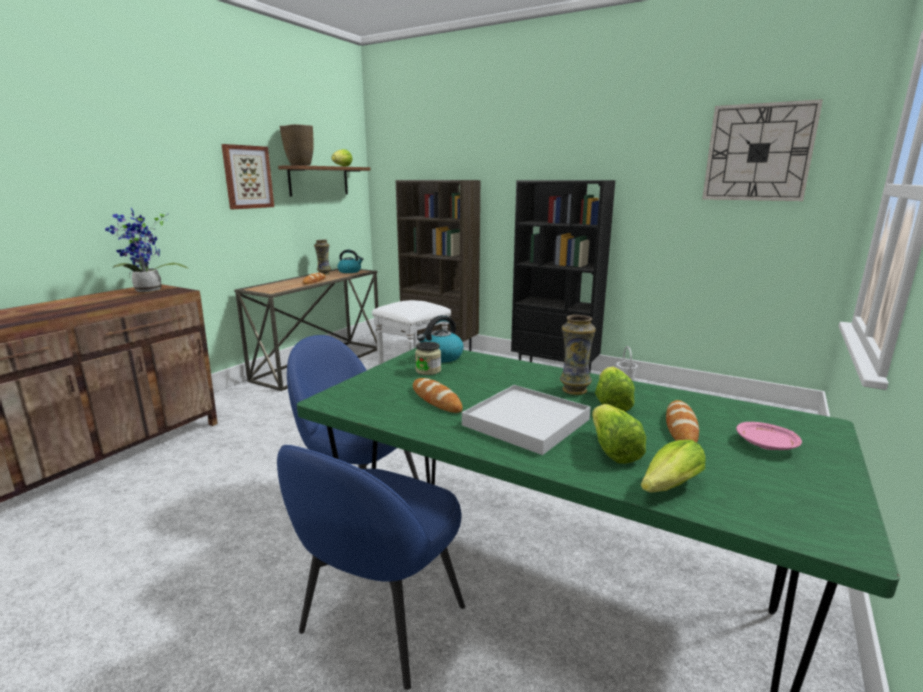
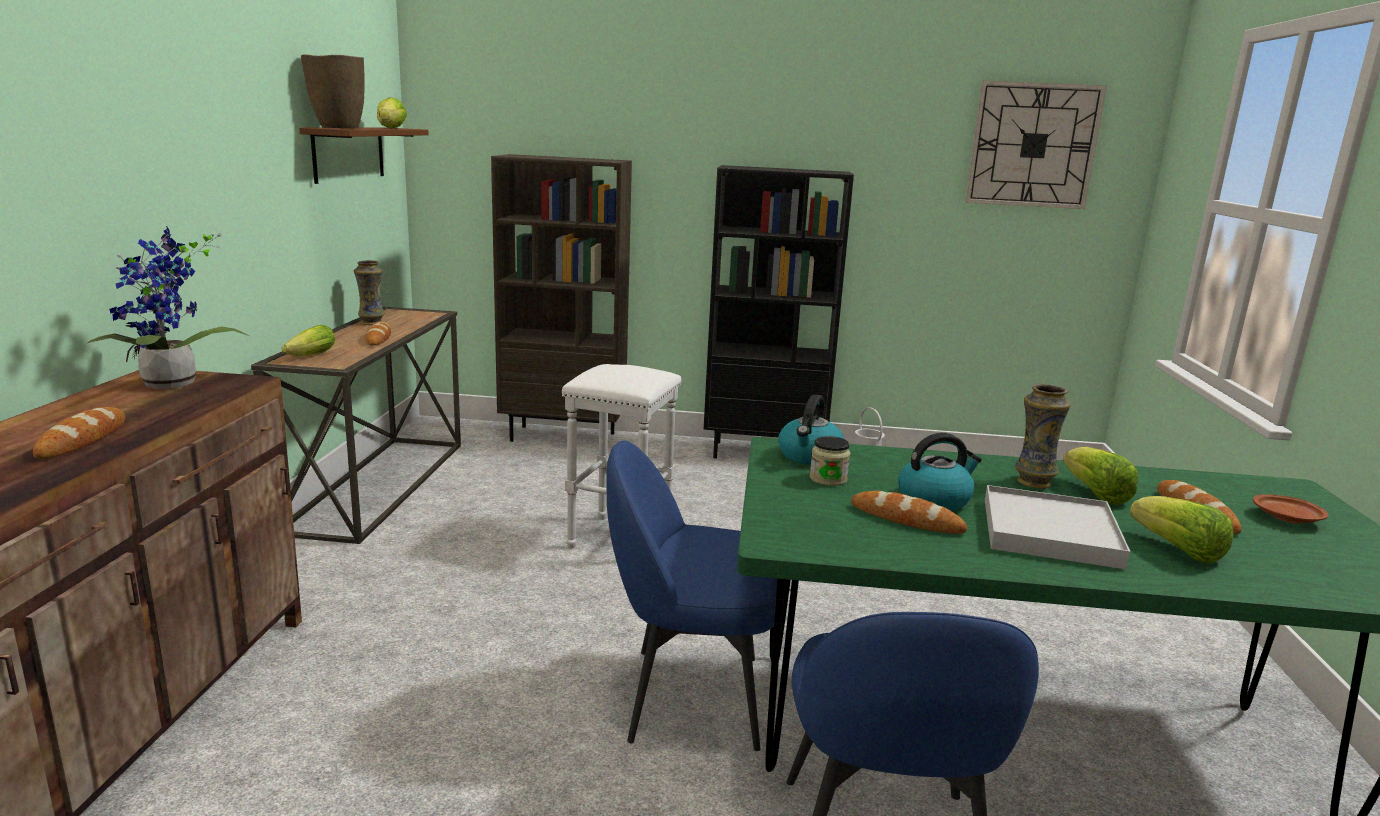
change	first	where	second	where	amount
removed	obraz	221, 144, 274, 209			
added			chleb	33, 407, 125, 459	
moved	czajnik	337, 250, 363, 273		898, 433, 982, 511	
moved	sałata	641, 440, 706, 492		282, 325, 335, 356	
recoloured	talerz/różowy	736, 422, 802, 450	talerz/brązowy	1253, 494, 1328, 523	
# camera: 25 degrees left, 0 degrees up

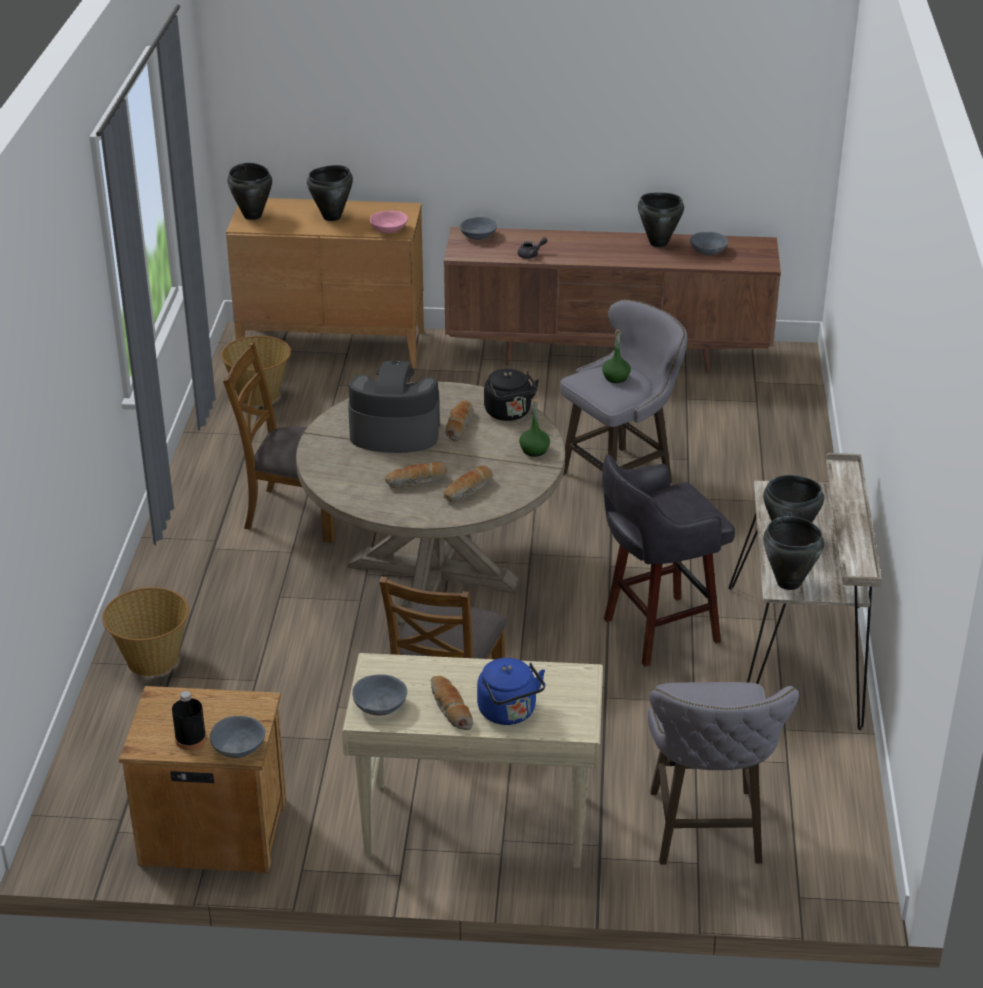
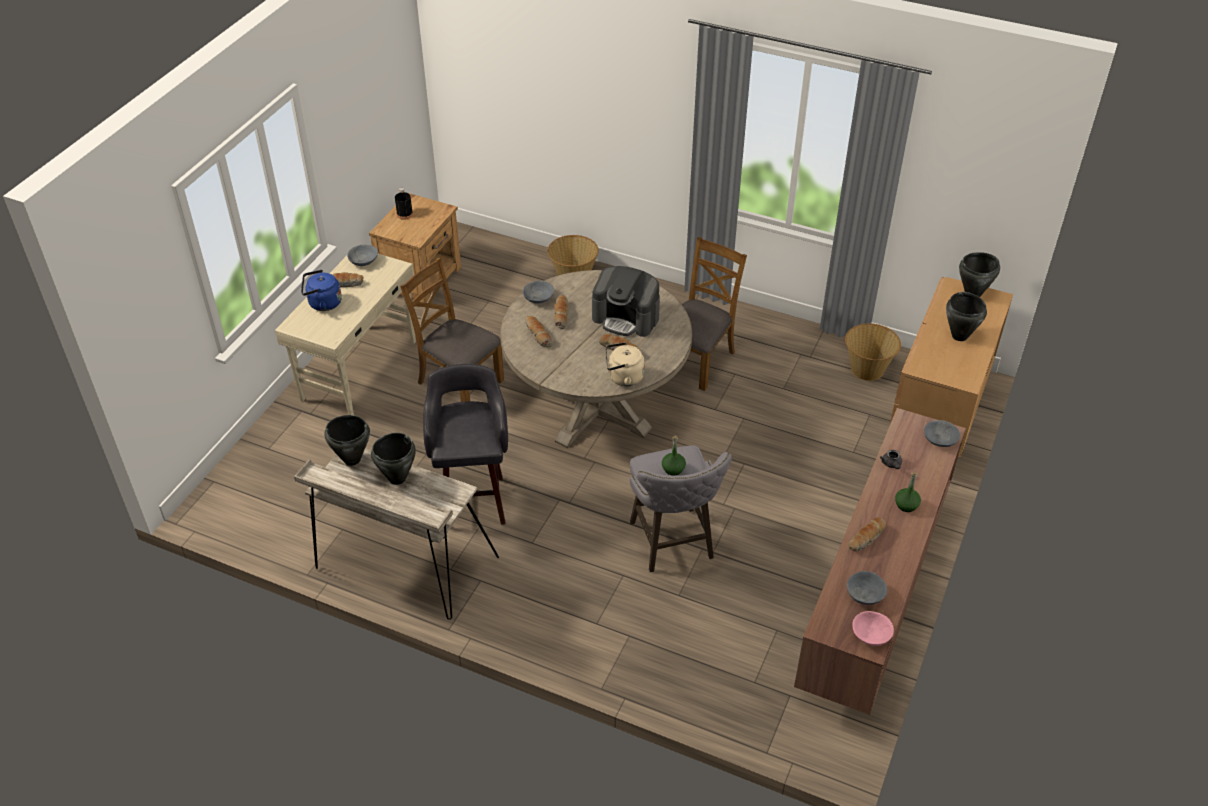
change	first	where	second	where	amount
removed	garnek/czarny	638, 192, 684, 247			
removed	stołek/szary	648, 682, 799, 864			
added			chleb	848, 517, 886, 551	
moved	miska/szary	210, 716, 265, 758		523, 281, 554, 304	
moved	miska/różowy	370, 211, 408, 233		852, 611, 894, 646	
moved	butelka/zielony	519, 399, 550, 457		895, 471, 921, 512	
recoloured	czajnik/czarny	484, 369, 539, 421	czajnik/beżowy	605, 342, 645, 387	
turned	ekspres do kawy	348, 361, 440, 453		592, 266, 660, 337	90 degrees clockwise
# camera: 110 degrees right, 10 degrees up

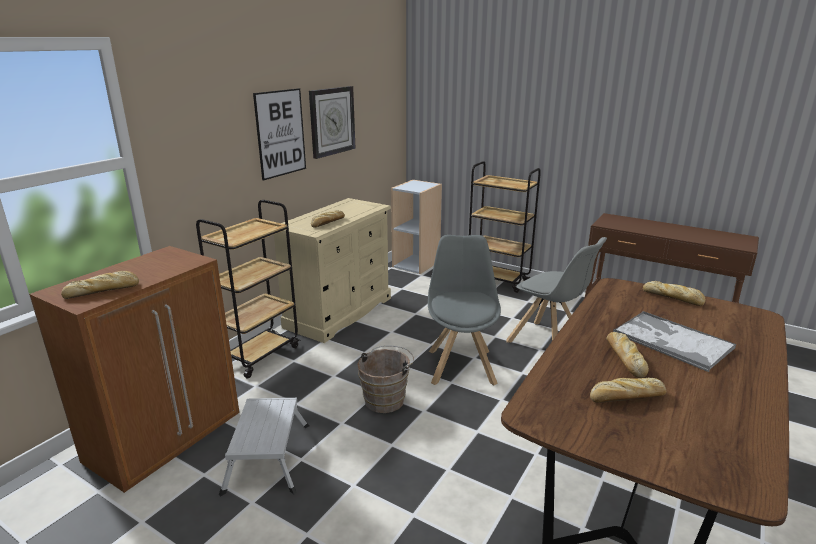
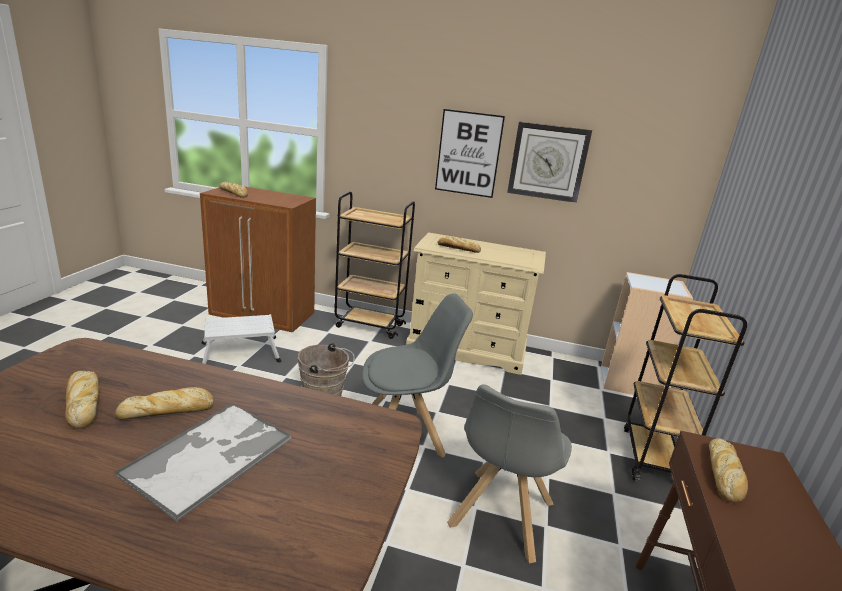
change	first	where	second	where	amount
moved	chleb	643, 281, 706, 306		709, 438, 748, 503	
# camera: 70 degrees right, 0 degrees up

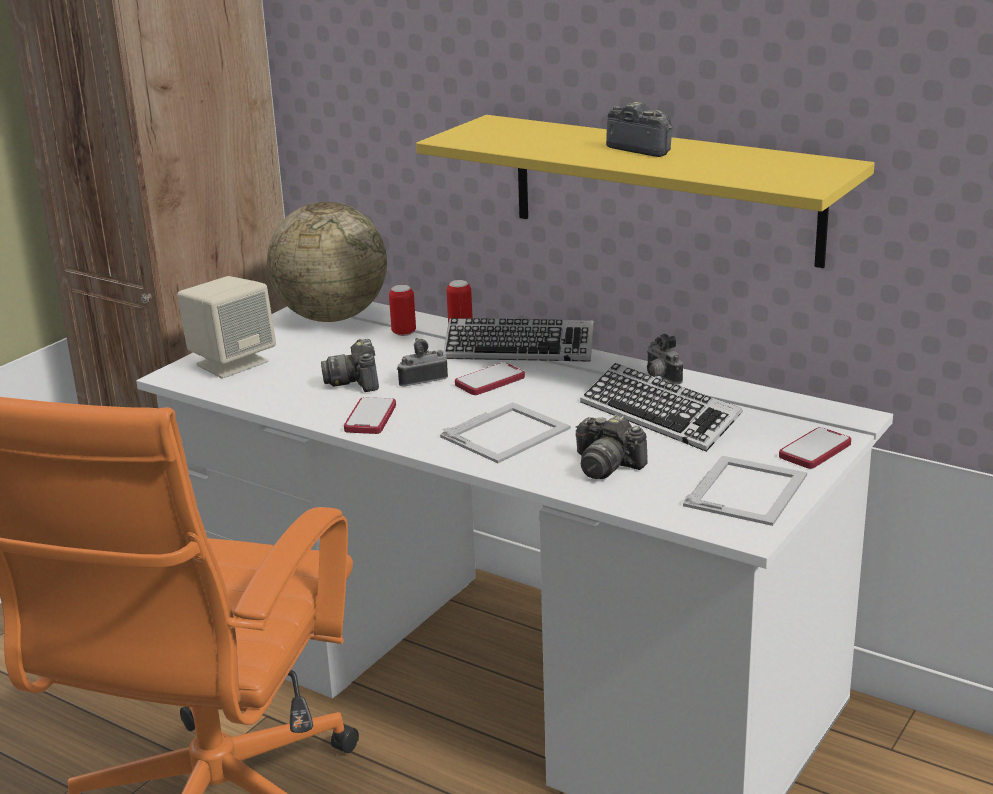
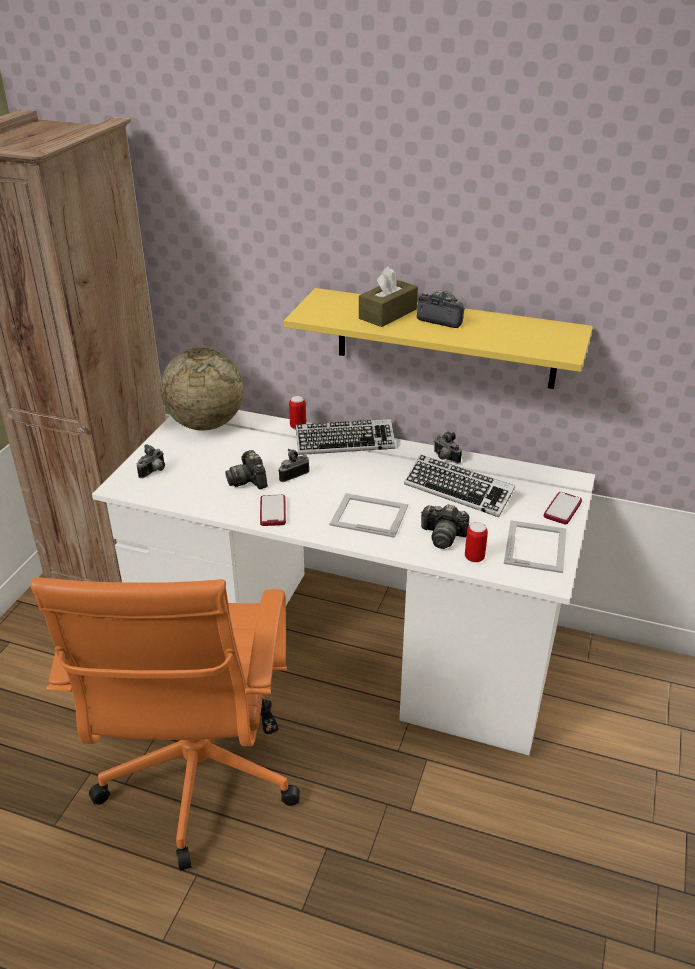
change	first	where	second	where	amount
removed	telefon	455, 362, 525, 395			
added			pudełko chusteczek/brązowy	359, 266, 418, 327	
moved	puszka	389, 285, 416, 336		465, 522, 488, 562	
replaced	głośnik/beżowy	177, 276, 276, 378	aparat fotograficzny	137, 444, 165, 478	
turned	ramka na zdjęcie	440, 402, 571, 463		330, 493, 408, 538	105 degrees counterclockwise
# camera: 15 degrees left, 10 degrees up

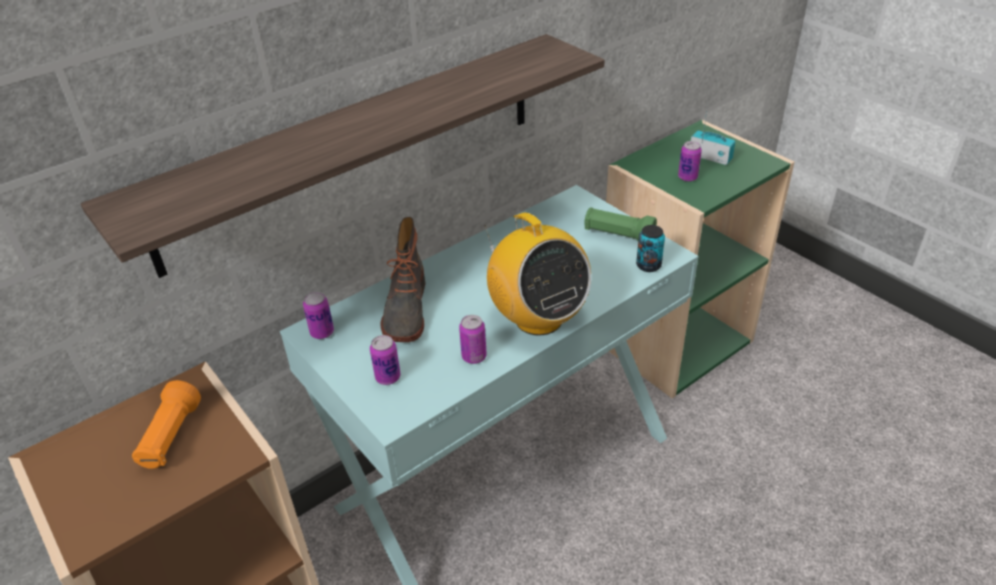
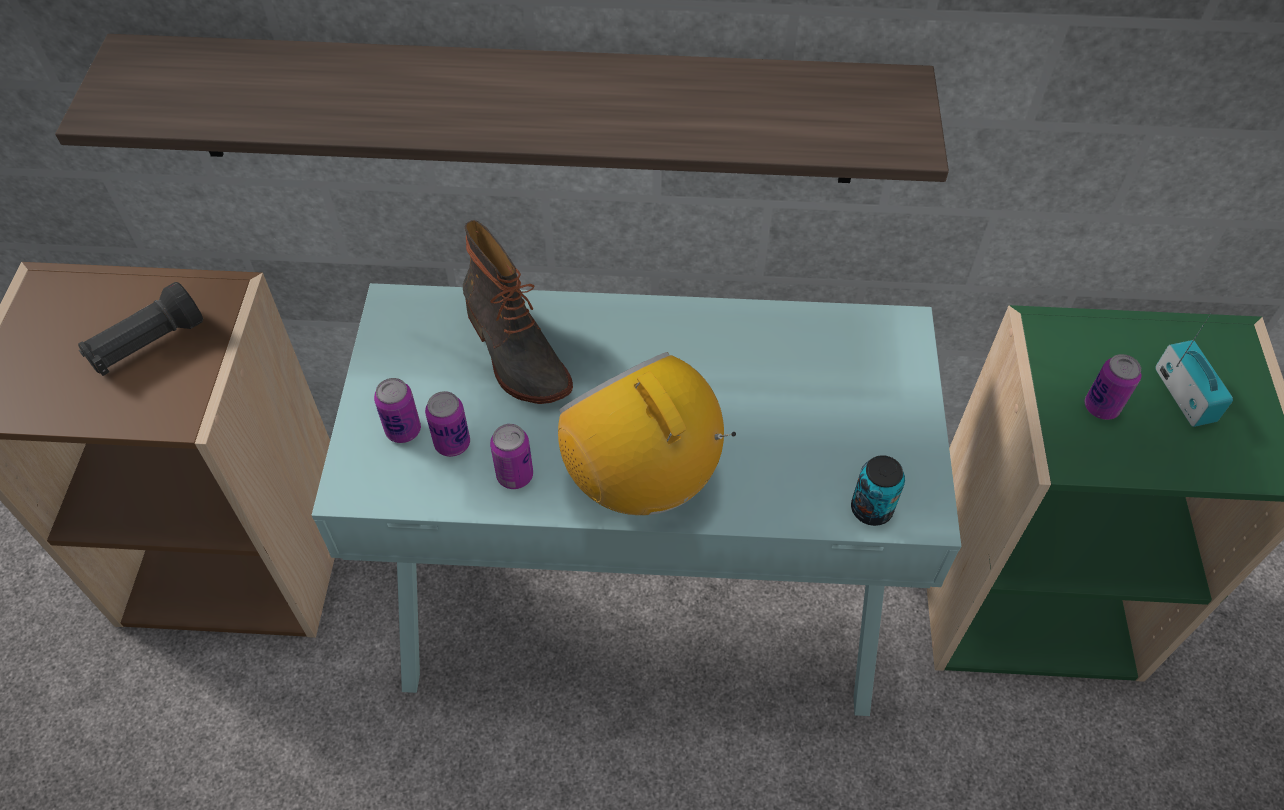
change	first	where	second	where	amount
removed	latarka/zielony	584, 207, 657, 241			
moved	puszka	303, 292, 334, 339		425, 391, 470, 457	
recoloured	latarka/pomarańczowy	132, 380, 201, 469	latarka/czarny	78, 282, 203, 376	
turned	but z cholewką	380, 217, 425, 342		463, 220, 573, 404	75 degrees counterclockwise
turned	radio	485, 213, 591, 336		558, 352, 736, 515	135 degrees clockwise
# camera: 40 degrees right, 15 degrees up

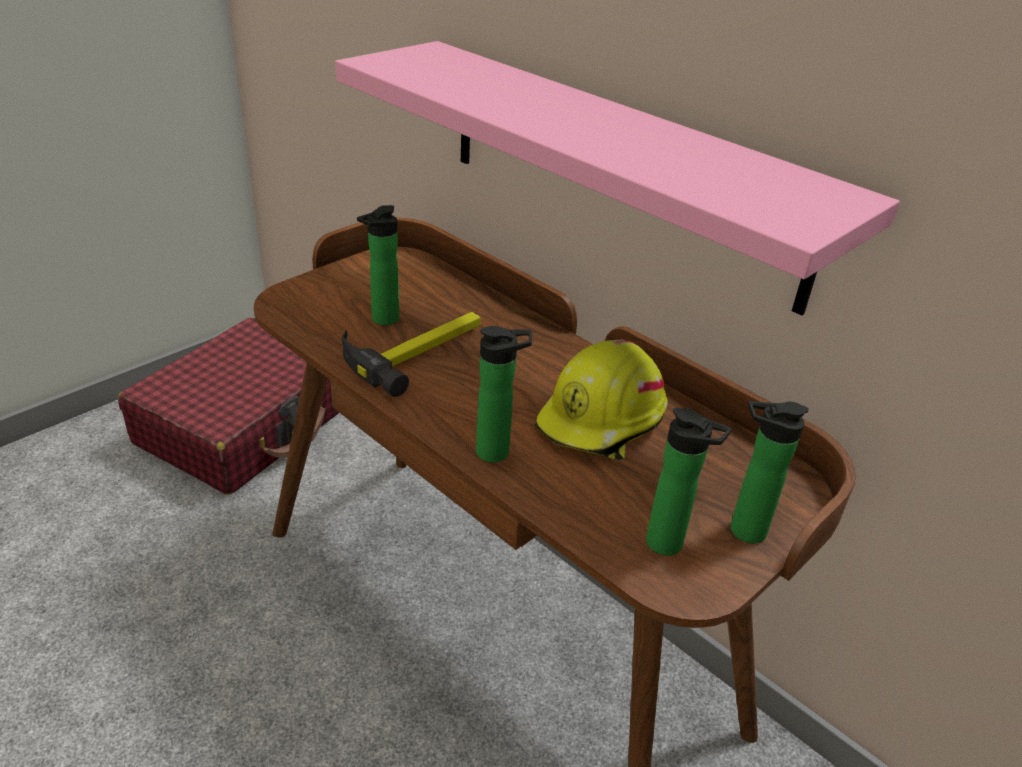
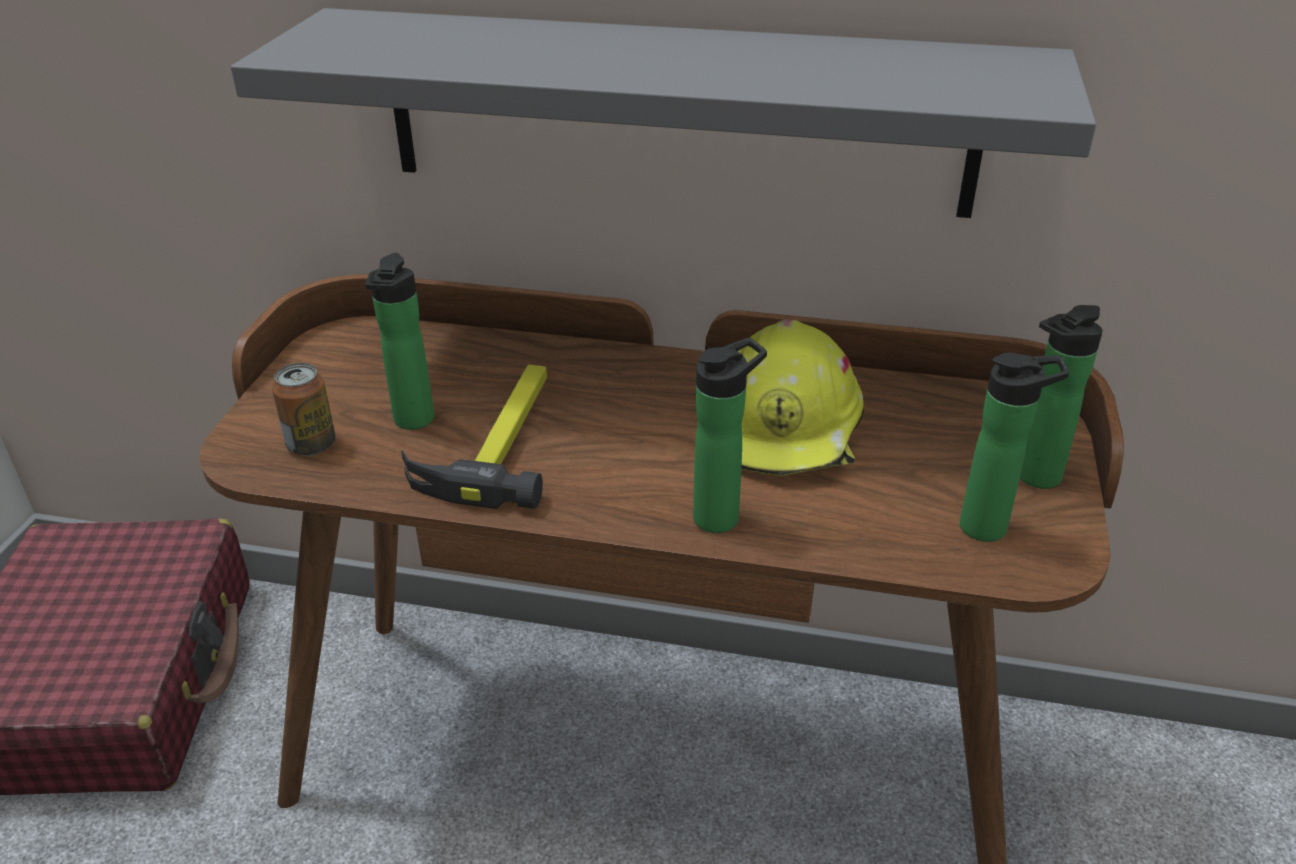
change	first	where	second	where	amount
added			puszka	272, 363, 336, 456	
recoloured	półka/różowy	335, 41, 900, 315	półka/szary	231, 8, 1096, 218	
# camera: 30 degrees left, 0 degrees up

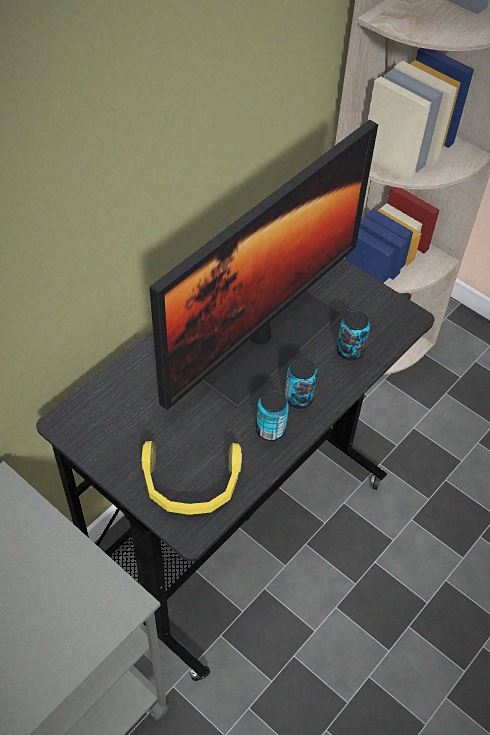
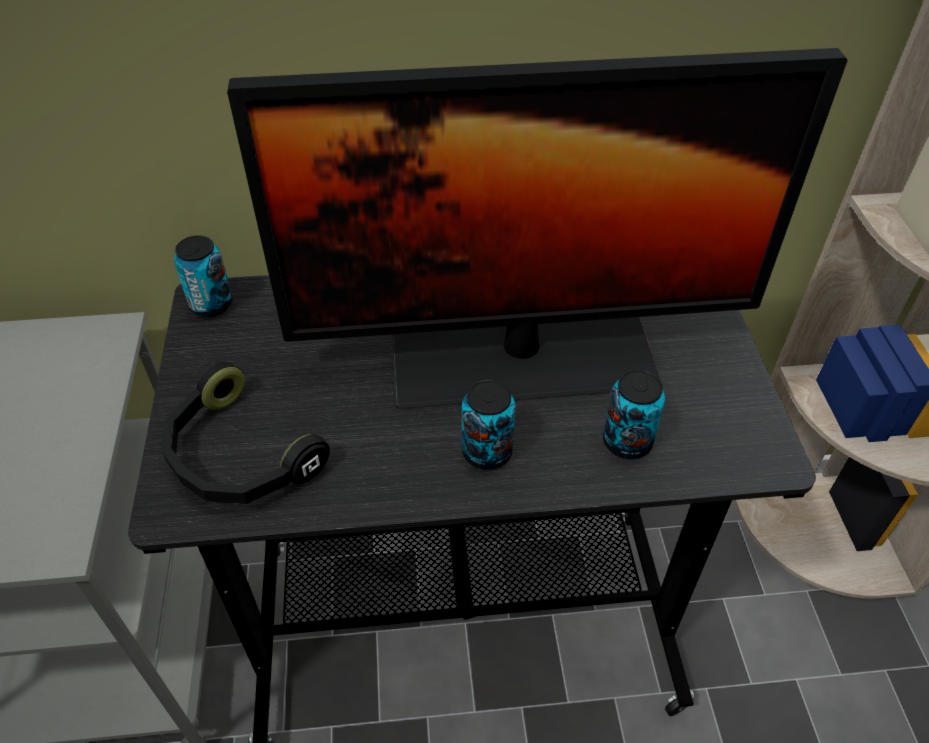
change	first	where	second	where	amount
moved	puszka	256, 390, 289, 441		174, 235, 233, 317	
recoloured	słuchawki/żółty	141, 441, 242, 515	słuchawki/czarny	161, 362, 330, 504	
# camera: 45 degrees right, 5 degrees down

